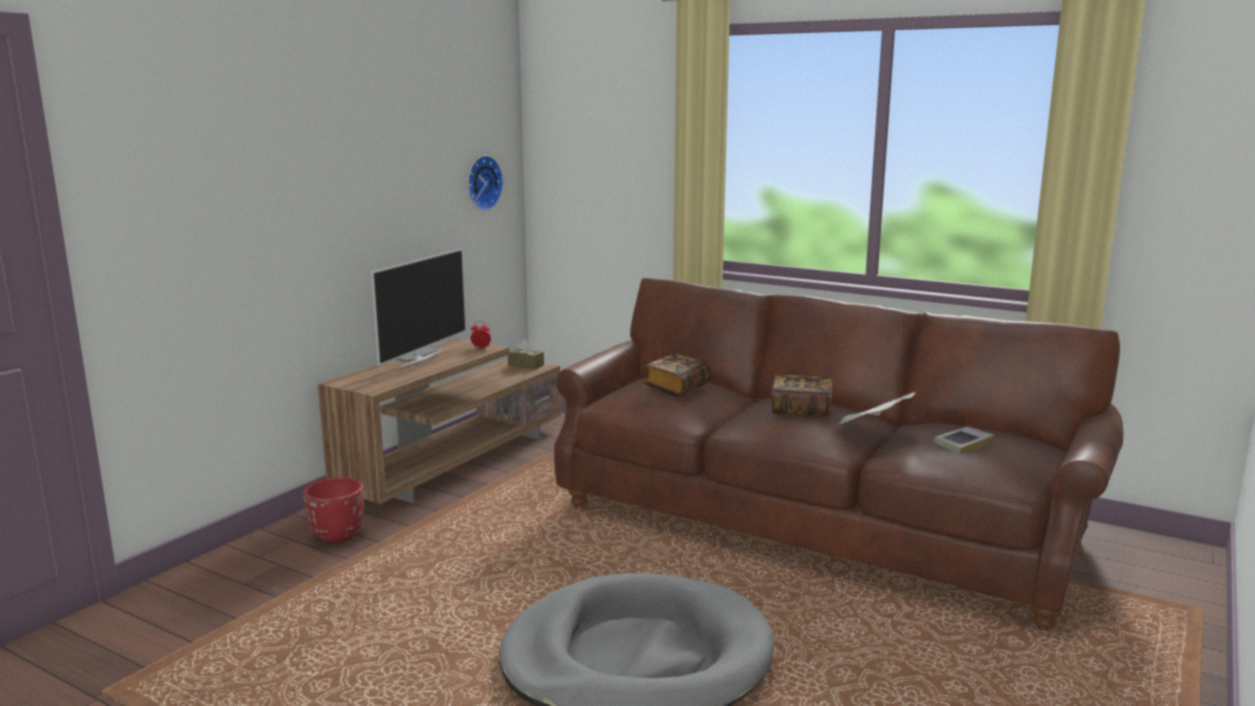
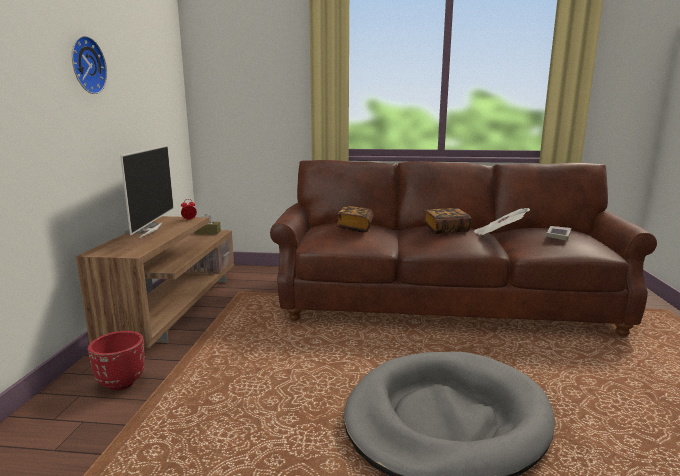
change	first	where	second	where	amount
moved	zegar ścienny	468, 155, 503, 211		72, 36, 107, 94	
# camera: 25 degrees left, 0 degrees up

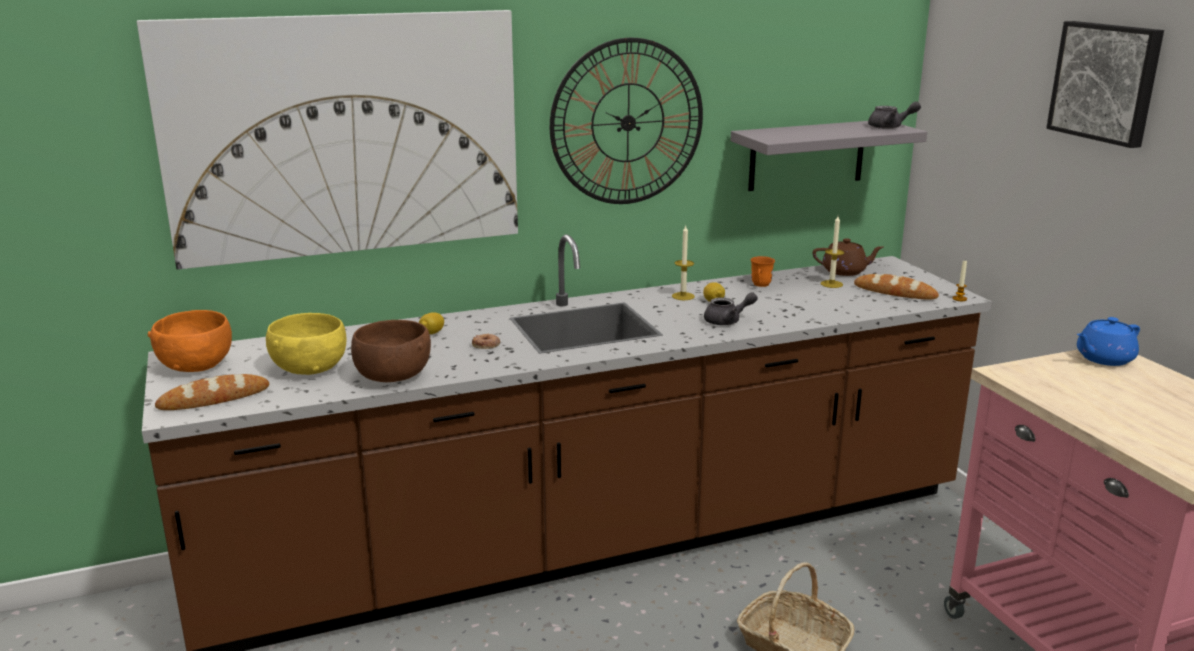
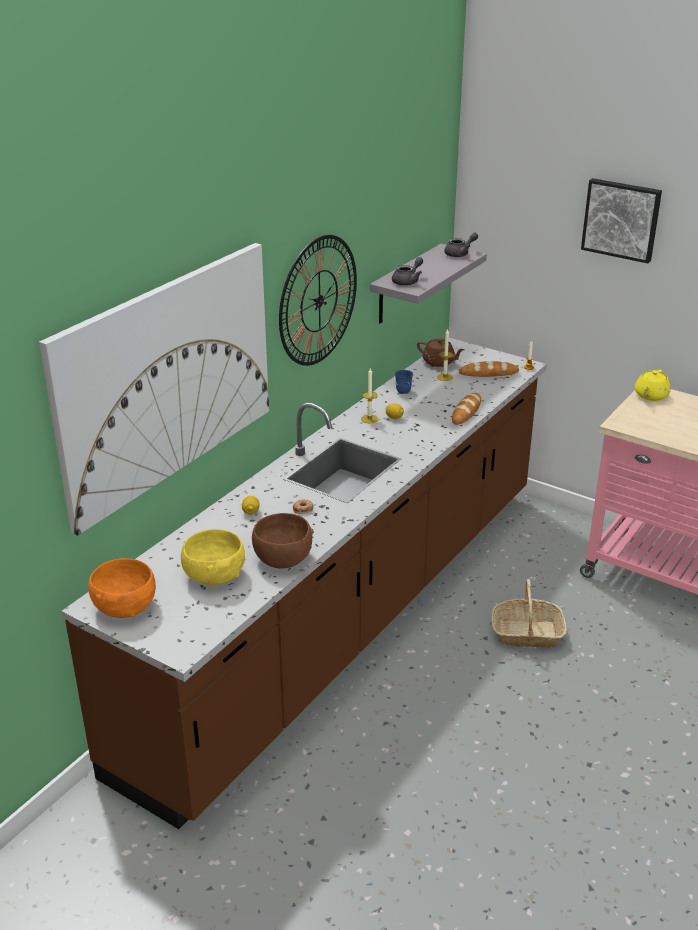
change	first	where	second	where	amount
moved	chleb	155, 374, 269, 410		452, 393, 481, 425	
moved	imbryk/szary	704, 292, 758, 325		392, 257, 423, 286	
recoloured	kubek/pomarańczowy	751, 256, 775, 287	kubek/niebieski	395, 370, 413, 394	
recoloured	imbryk/niebieski	1077, 317, 1140, 366	imbryk/żółty	635, 370, 671, 401	
turned	imbryk/brązowy	813, 238, 884, 276		417, 338, 465, 367	60 degrees clockwise
# camera: 35 degrees left, 10 degrees up

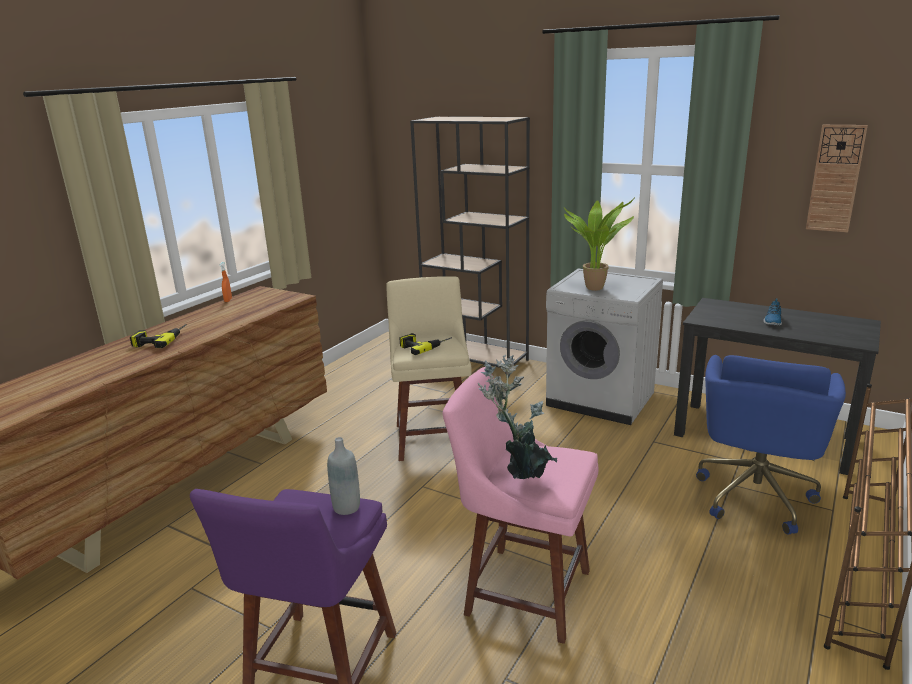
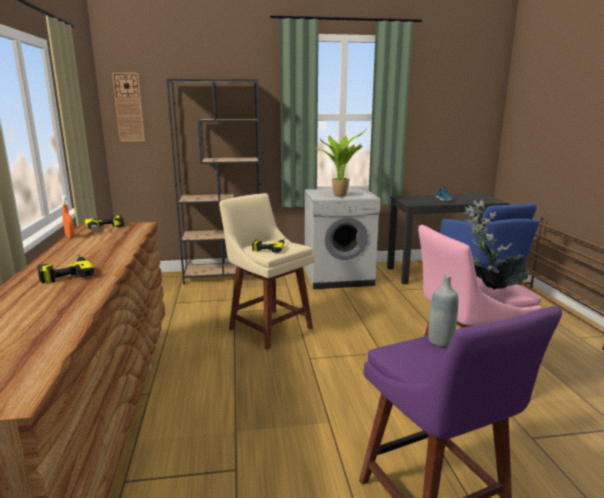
change	first	where	second	where	amount
added			wiertarka	85, 215, 124, 233	
moved	zegar ścienny	806, 125, 868, 232		112, 73, 145, 142	
# camera: 40 degrees left, 5 degrees down

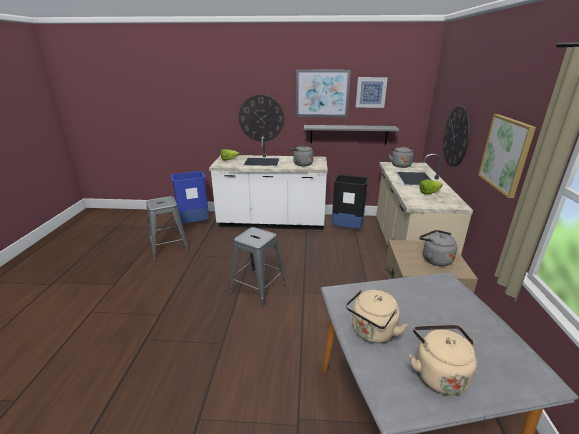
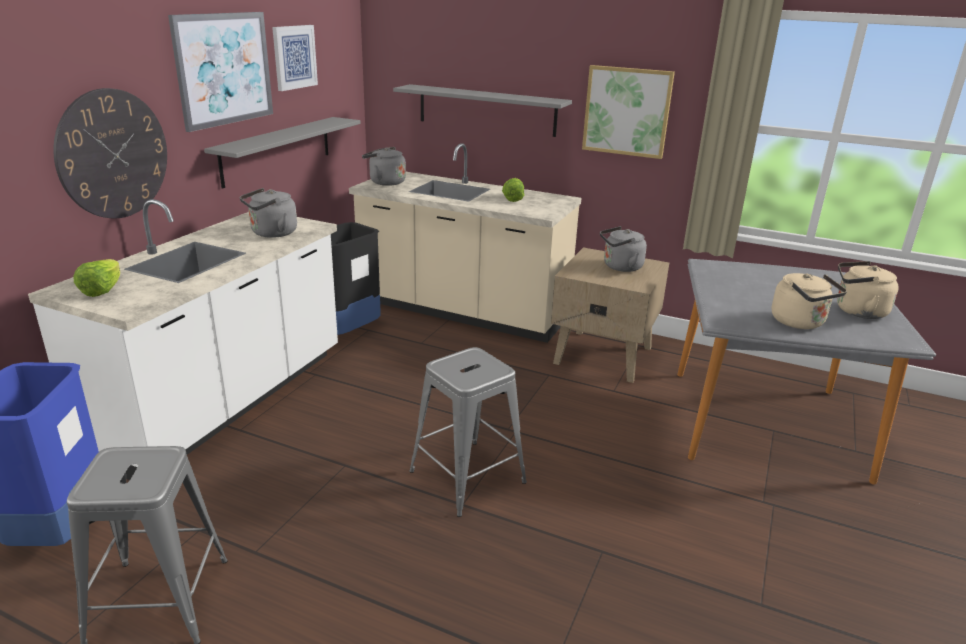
change	first	where	second	where	amount
replaced	zegar ścienny	443, 106, 470, 167	półka/szary	393, 84, 572, 137	
# camera: 70 degrees left, 0 degrees up

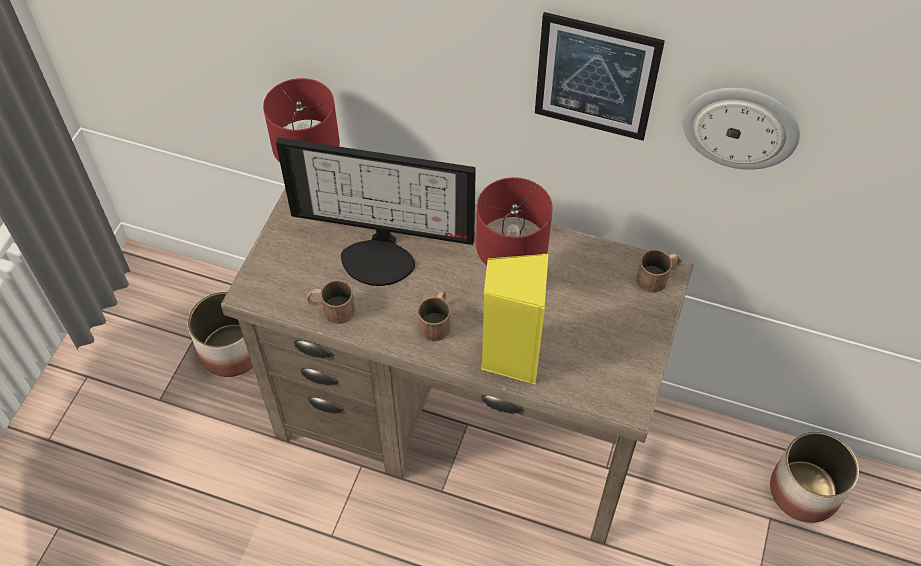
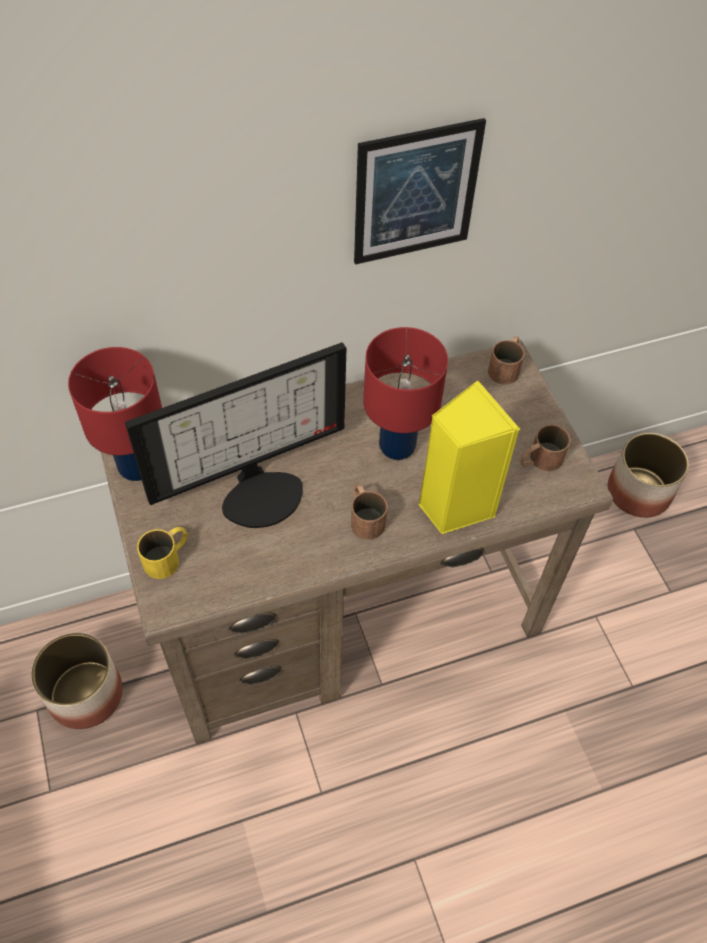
change	first	where	second	where	amount
removed	zegar ścienny	682, 88, 800, 170			
added			kubek/żółty	137, 527, 188, 579	
moved	kubek/brązowy	307, 280, 355, 324		520, 425, 570, 471	
# camera: 40 degrees left, 0 degrees up

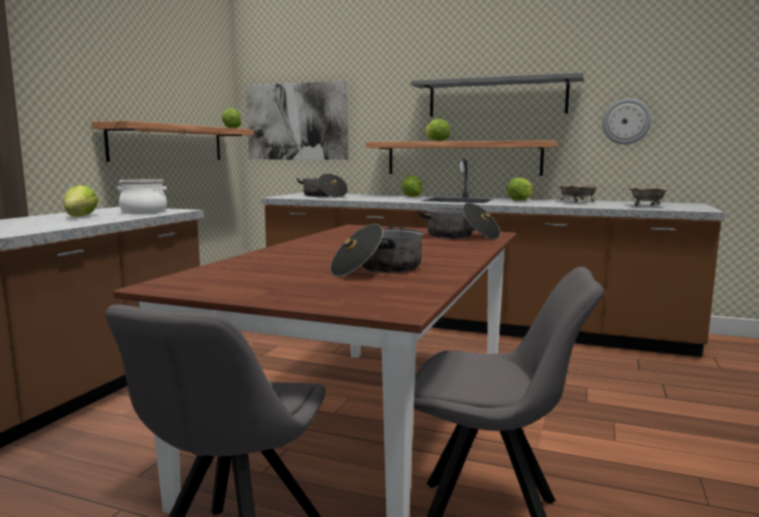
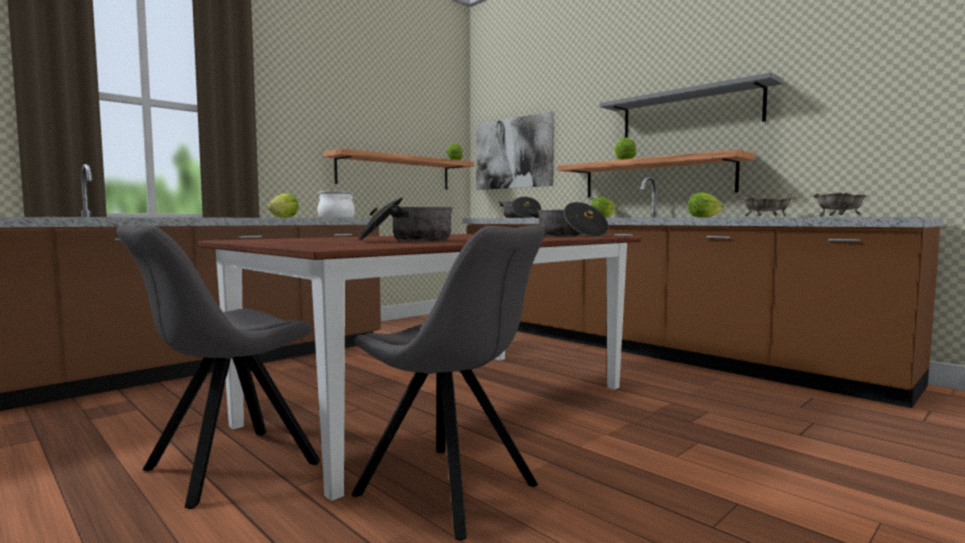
change	first	where	second	where	amount
removed	zegar ścienny	602, 98, 652, 145			
# camera: 25 degrees right, 5 degrees down

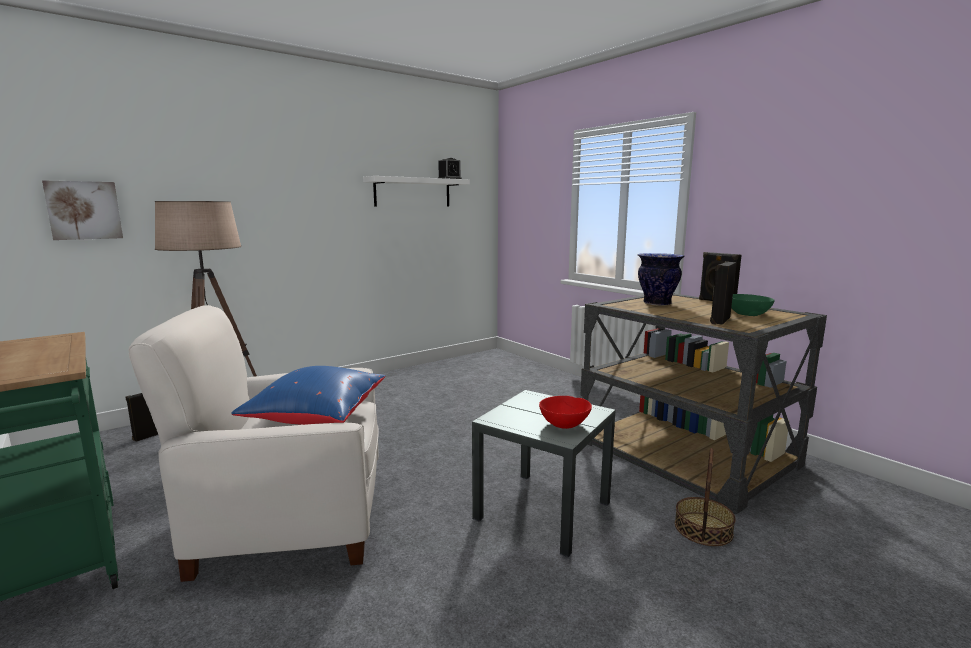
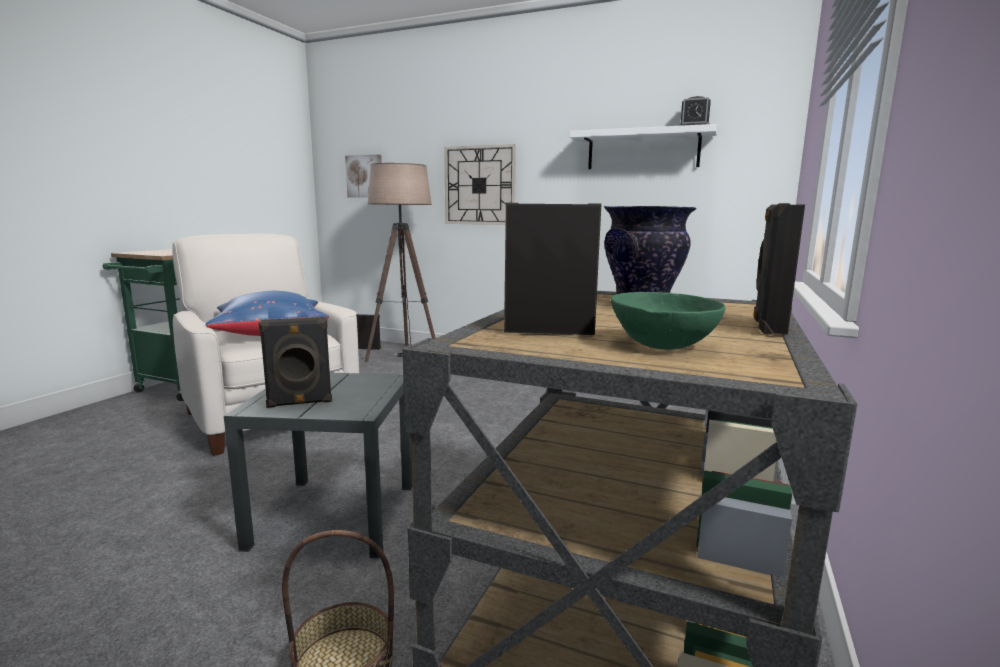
change	first	where	second	where	amount
added			zegar ścienny	444, 144, 516, 225	
replaced	miska/czerwony	539, 396, 592, 429	głośnik/czarny	259, 317, 332, 408	
# camera: 60 degrees right, 0 degrees up

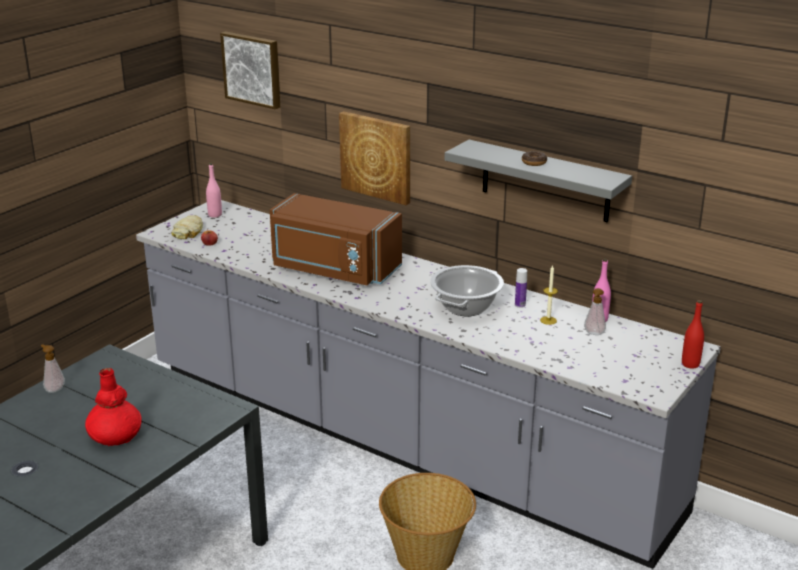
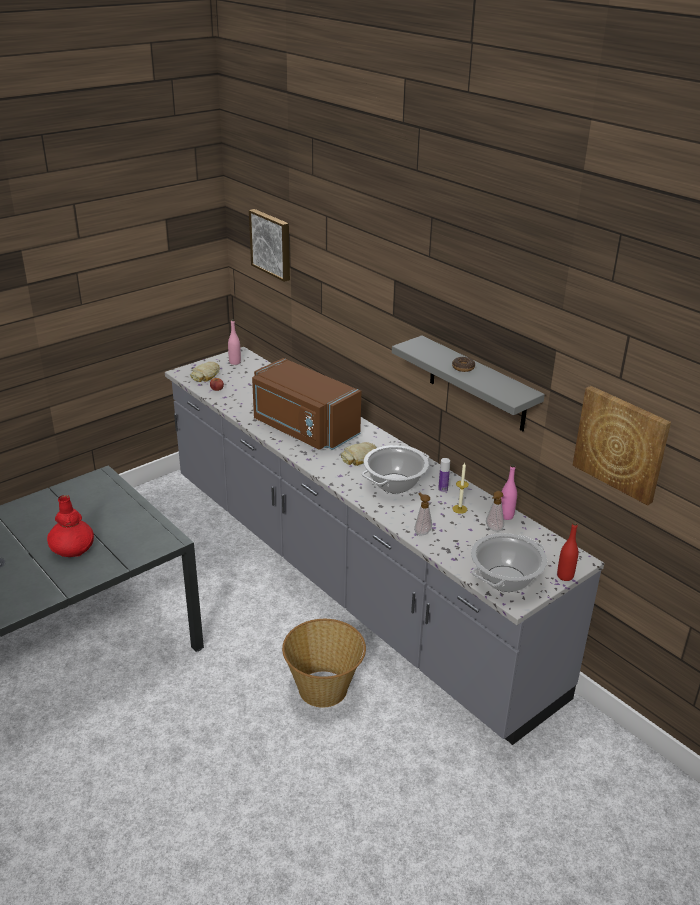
change	first	where	second	where	amount
added			chleb	341, 442, 377, 466	
added			garnek	471, 533, 547, 592	
moved	dozownik mydła	41, 344, 65, 393		414, 493, 432, 535	
moved	obraz	339, 111, 410, 205		572, 386, 671, 505	
# camera: 15 degrees right, 5 degrees up

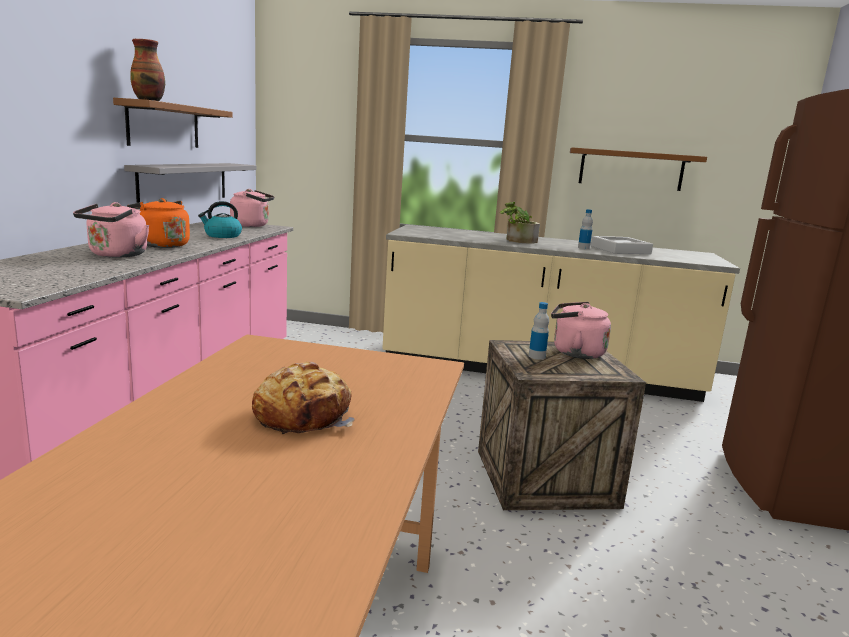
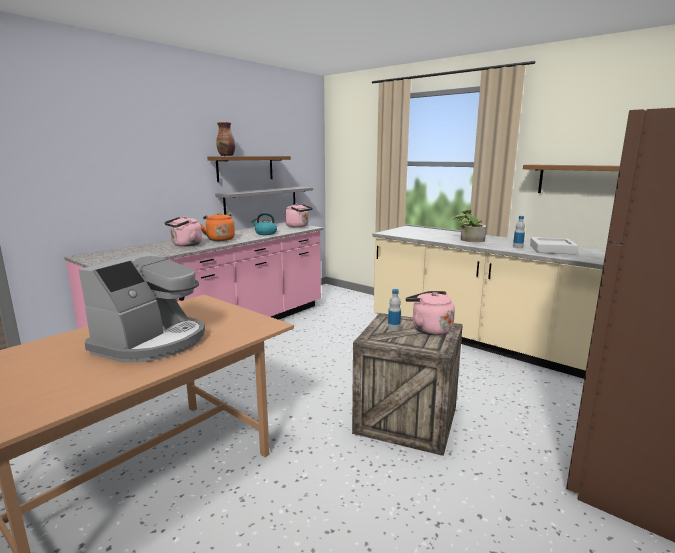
change	first	where	second	where	amount
replaced	chleb	252, 362, 355, 434	ekspres do kawy	79, 252, 205, 363	
# camera: 30 degrees right, 0 degrees up

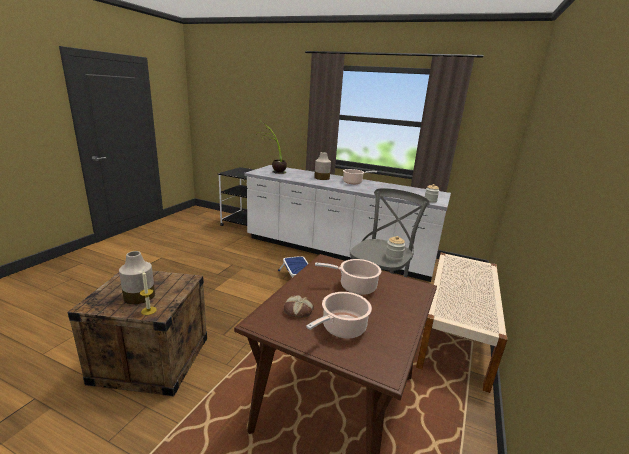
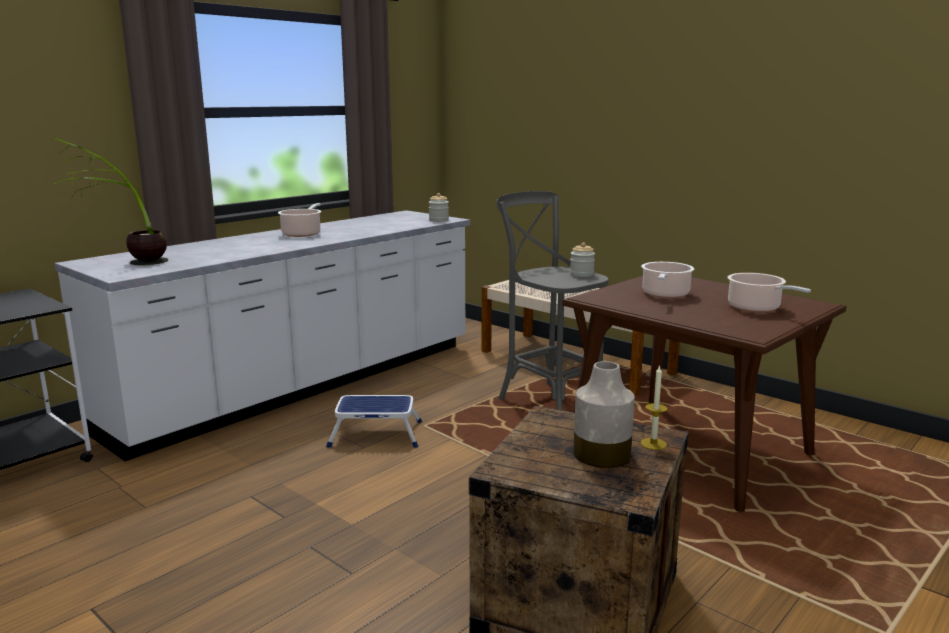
change	first	where	second	where	amount
removed	chleb	284, 295, 314, 318			
removed	wazon/beżowy	314, 152, 331, 180			
# camera: 70 degrees left, 5 degrees down

